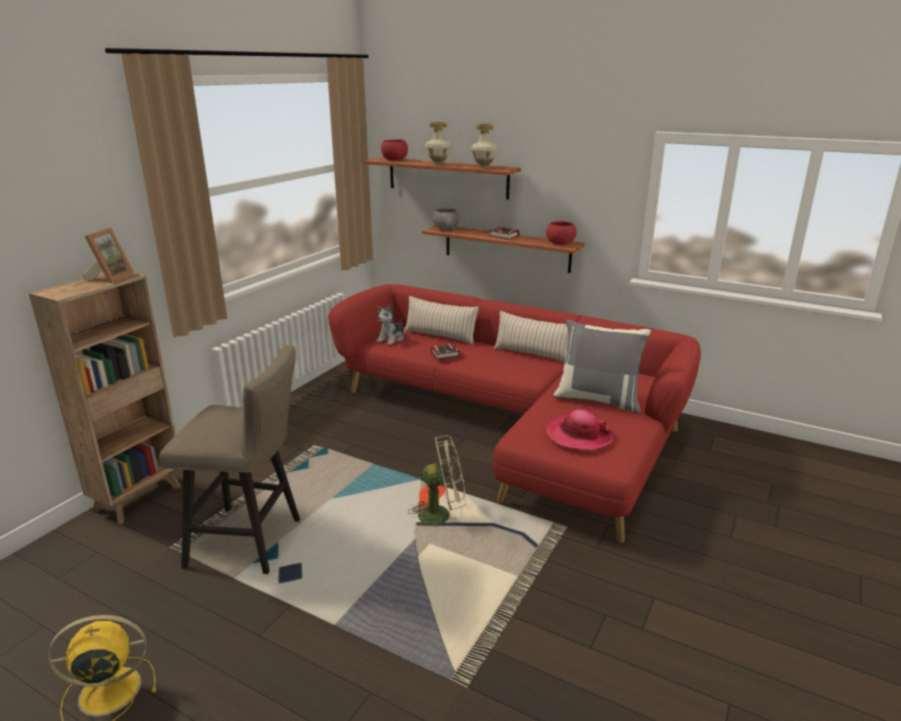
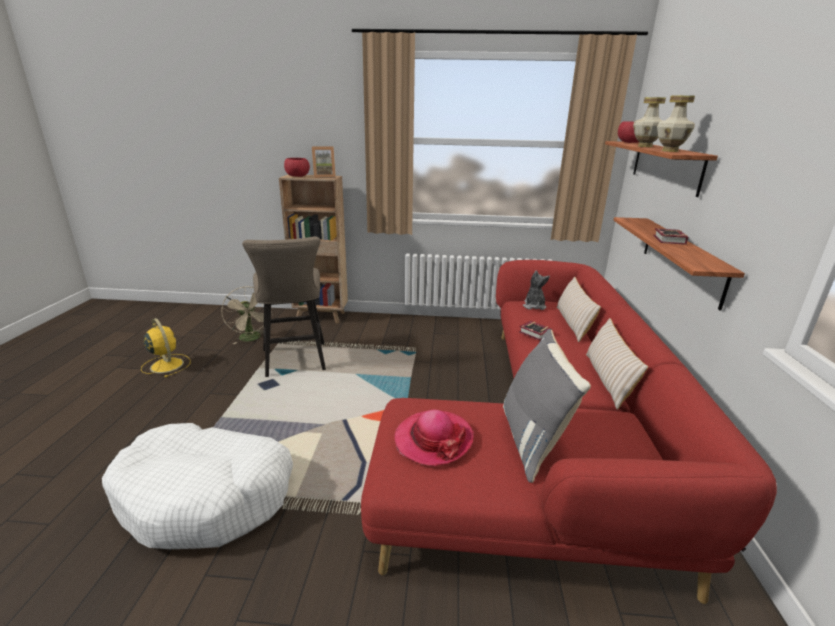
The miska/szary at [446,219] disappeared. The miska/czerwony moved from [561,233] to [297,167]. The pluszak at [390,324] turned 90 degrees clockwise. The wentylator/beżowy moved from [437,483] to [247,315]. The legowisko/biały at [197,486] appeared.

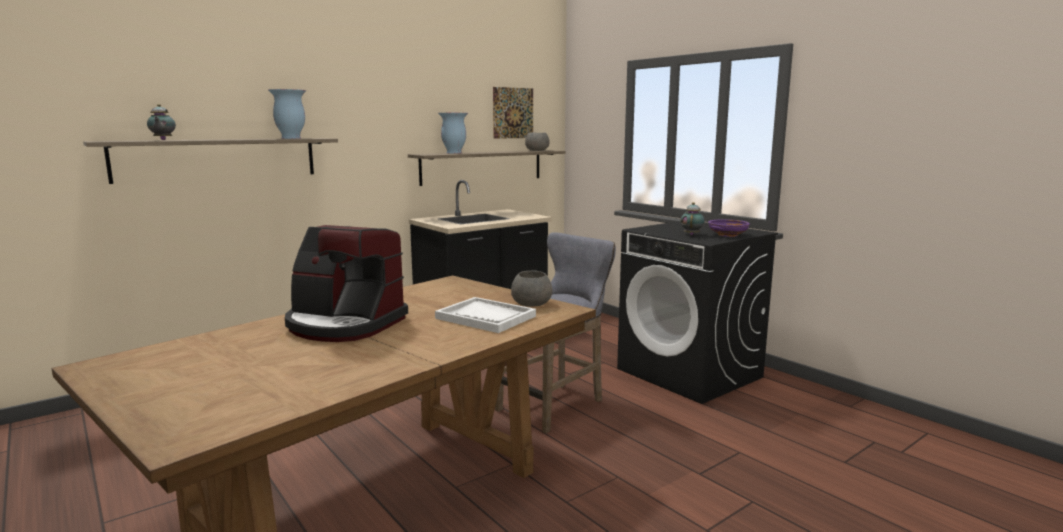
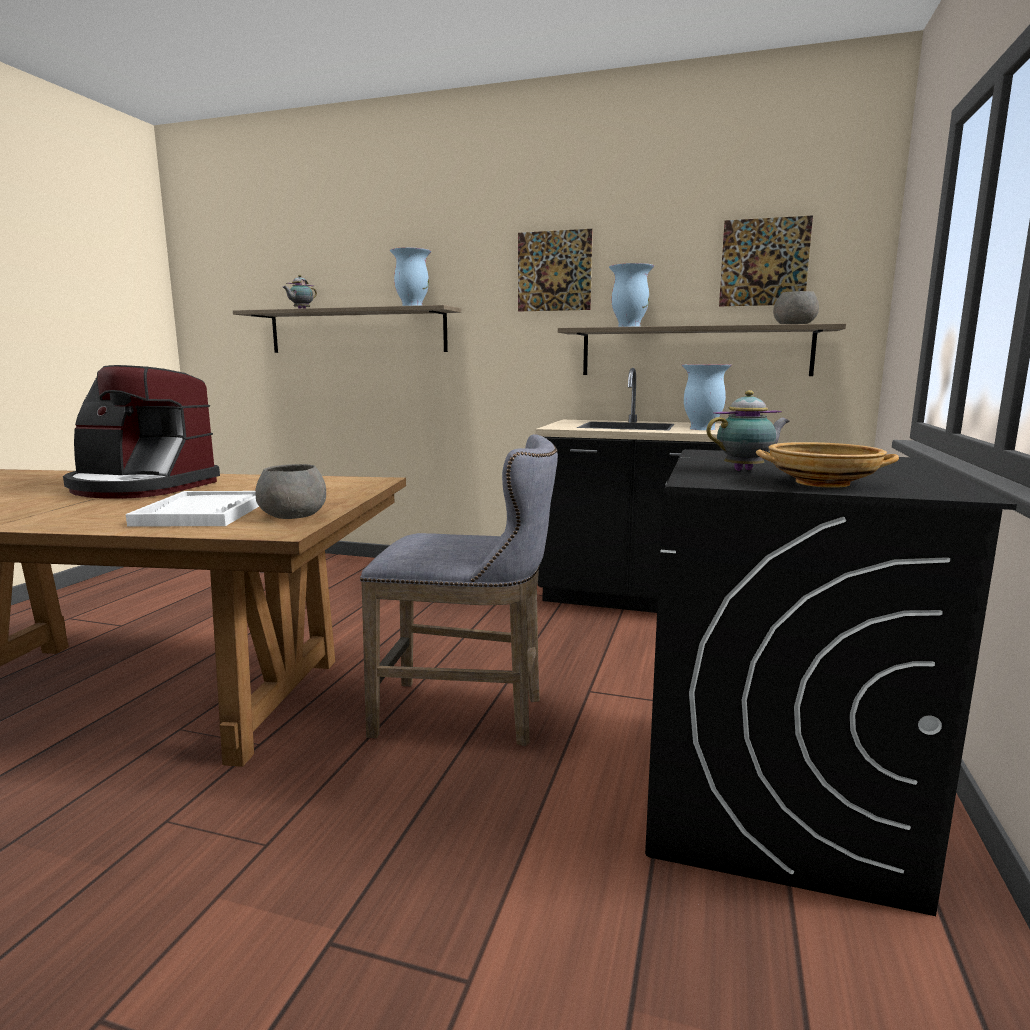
The miska/fioletowy at [729,228] became the miska/beżowy at [827,465]. The ekspres do kawy at [346,283] turned 60 degrees counterclockwise. The obraz at [555,270] appeared. The wazon at [707,397] appeared.

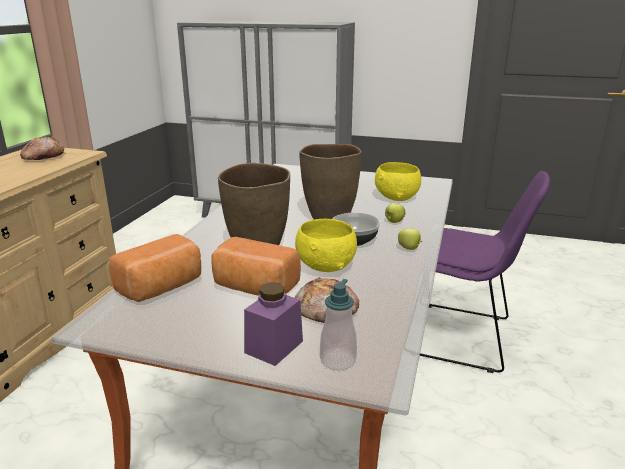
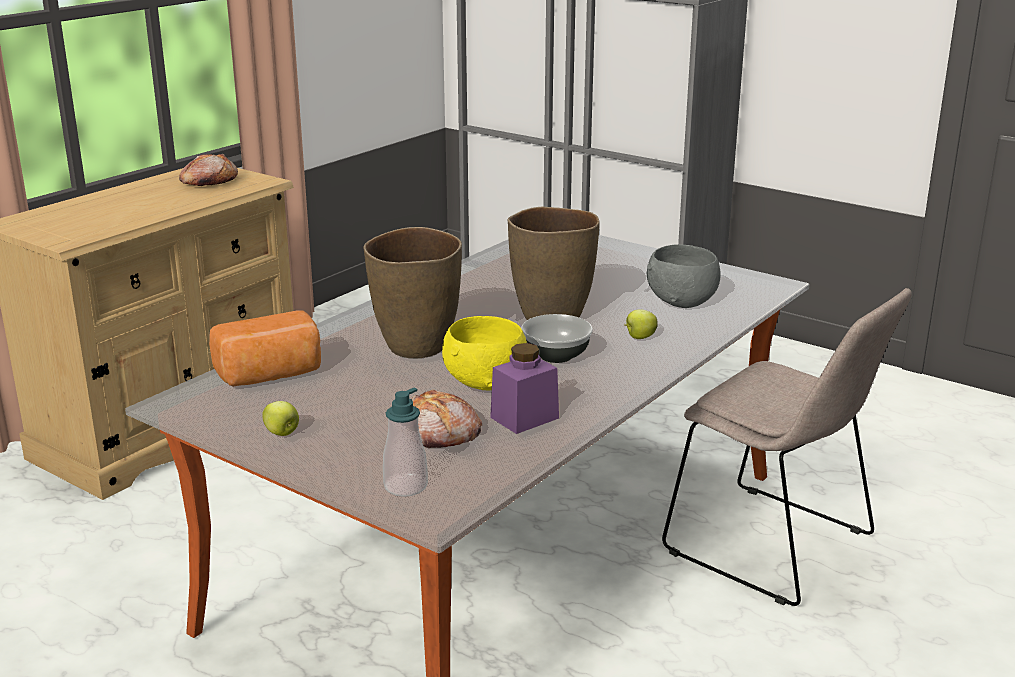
The miska/żółty at [398,181] became the miska/szary at [684,276]. The krzesło/fioletowy at [485,272] became the krzesło/beżowy at [787,447]. The jabłko moved from [410,239] to [280,418]. The chleb at [256,266] disappeared. The słoik/fioletowy moved from [273,324] to [524,388].

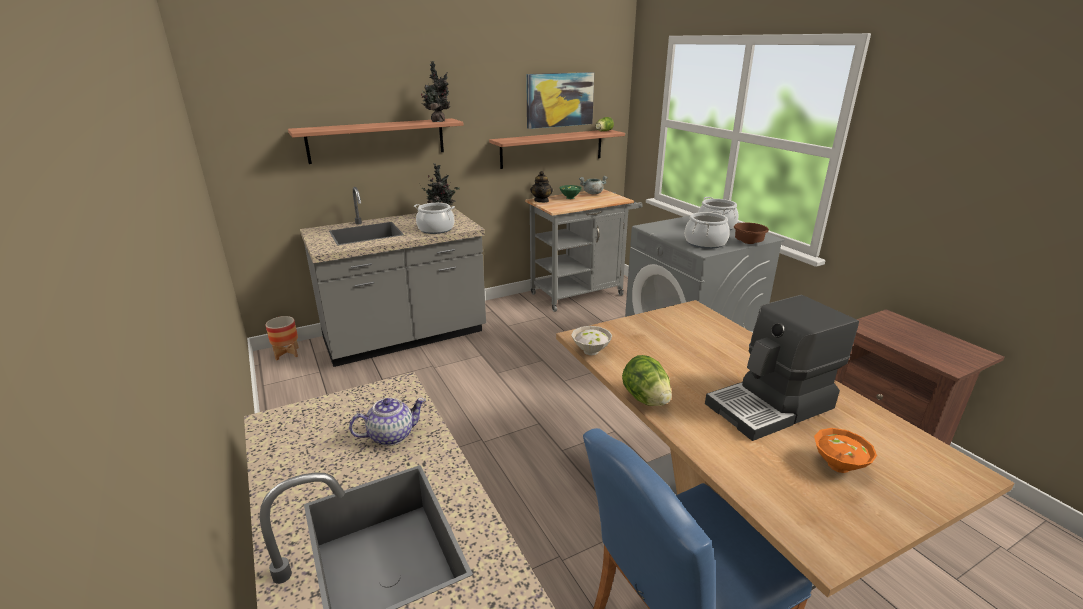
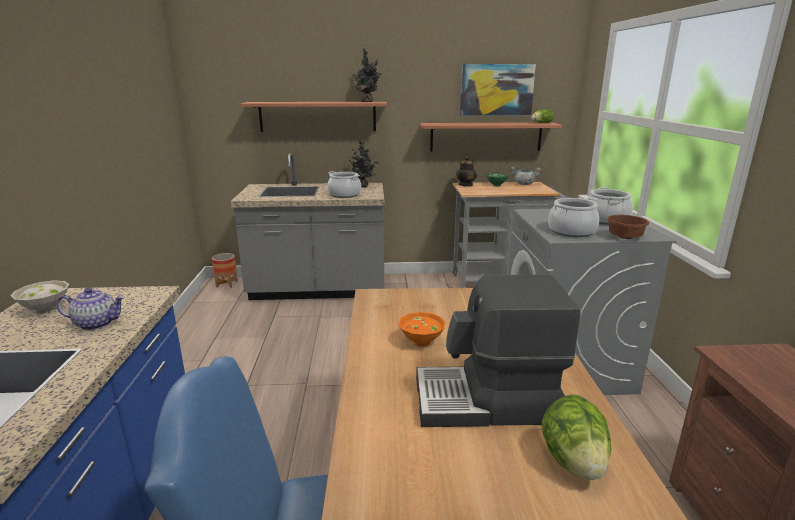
The miska/biały moved from [591,340] to [40,297]. The sałata moved from [647,380] to [576,437]. The miska/pomarańczowy moved from [845,450] to [422,329].

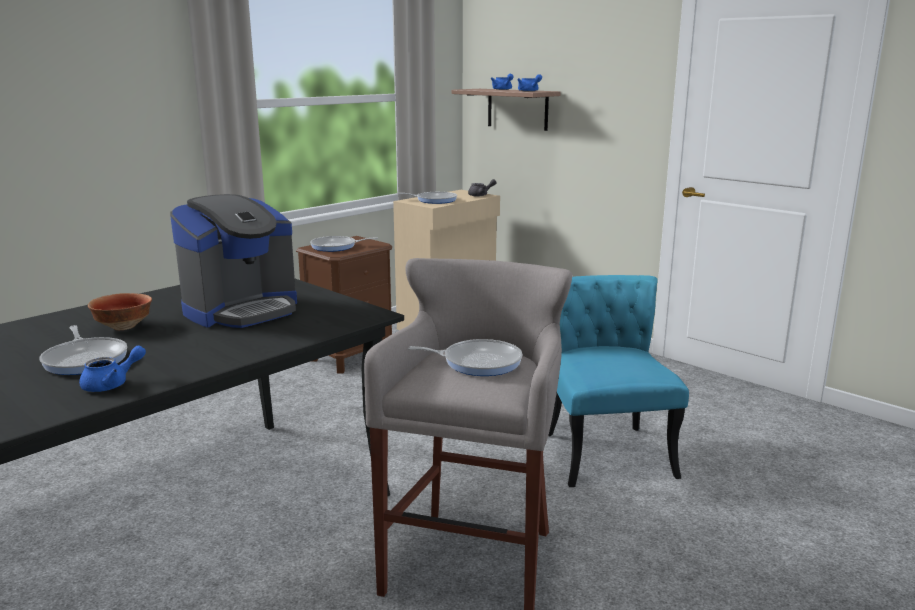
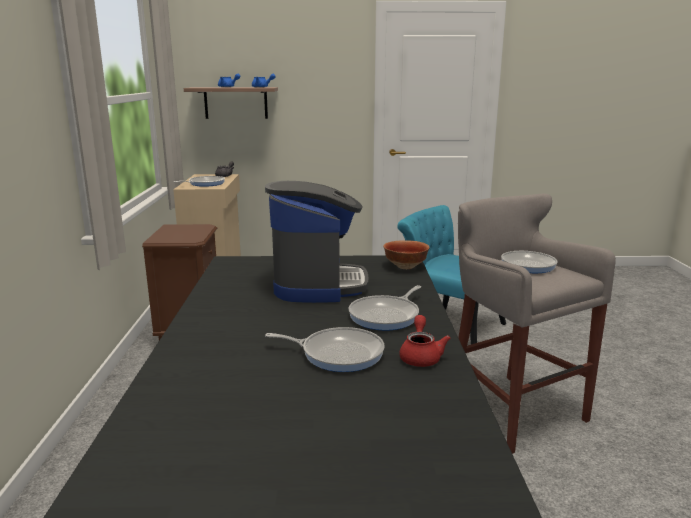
The patelnia moved from [344,244] to [384,307]. The miska moved from [120,311] to [406,254]. The imbryk/niebieski at [112,368] became the imbryk/czerwony at [425,341].

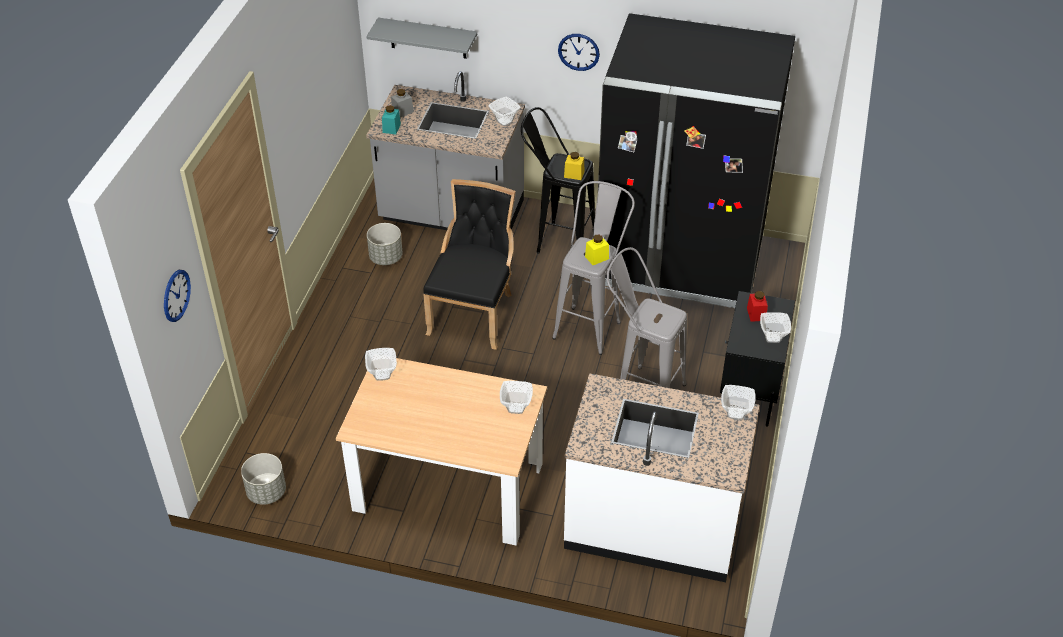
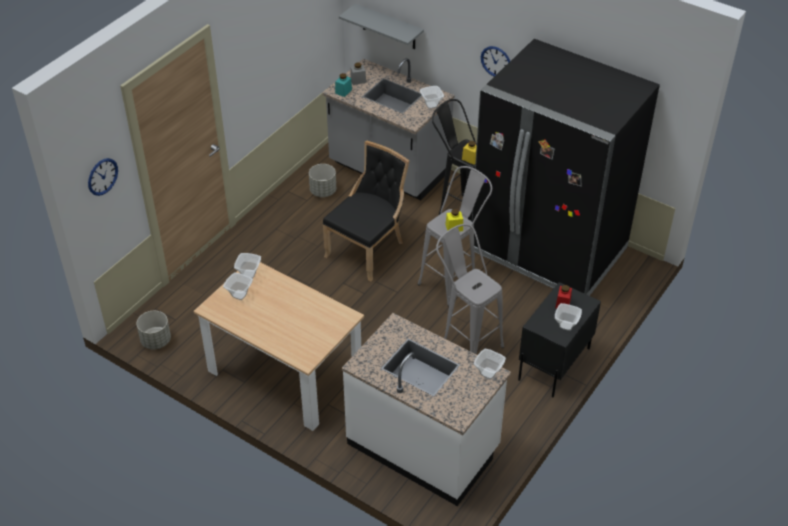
The miska moved from [516,397] to [238,286].

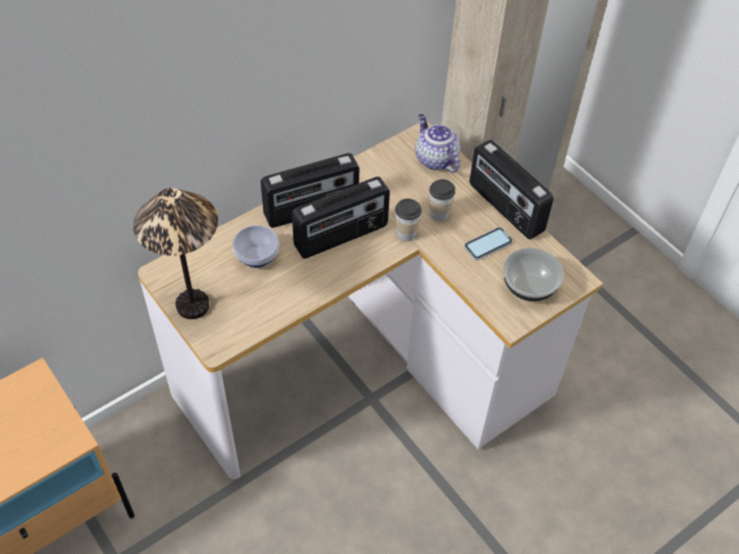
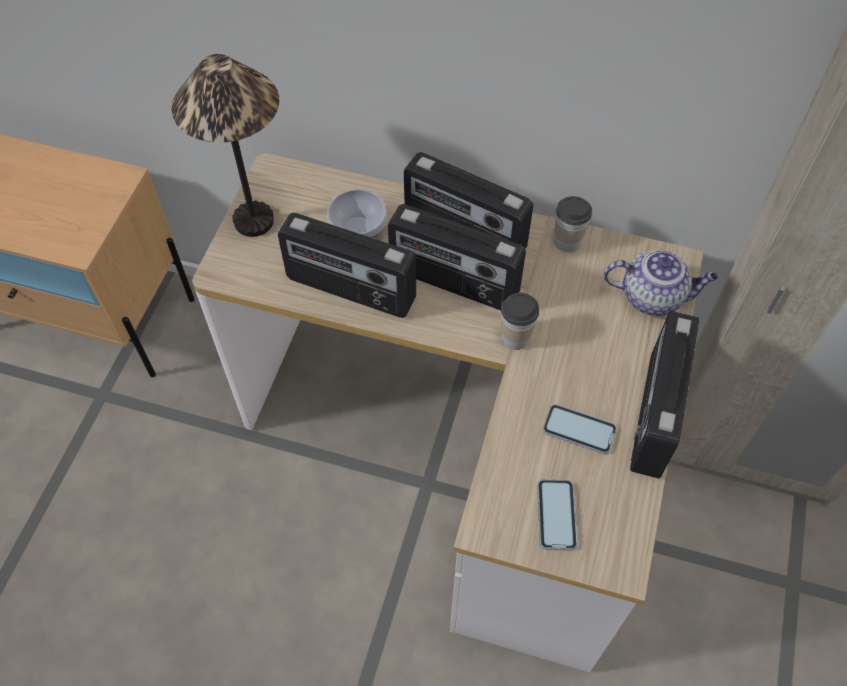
The imbryk at [437,143] turned 75 degrees clockwise. The filiżanka moved from [442,200] to [573,224]. The miska at [533,274] was replaced by the telefon at [557,514]. The radio at [347,265] appeared.

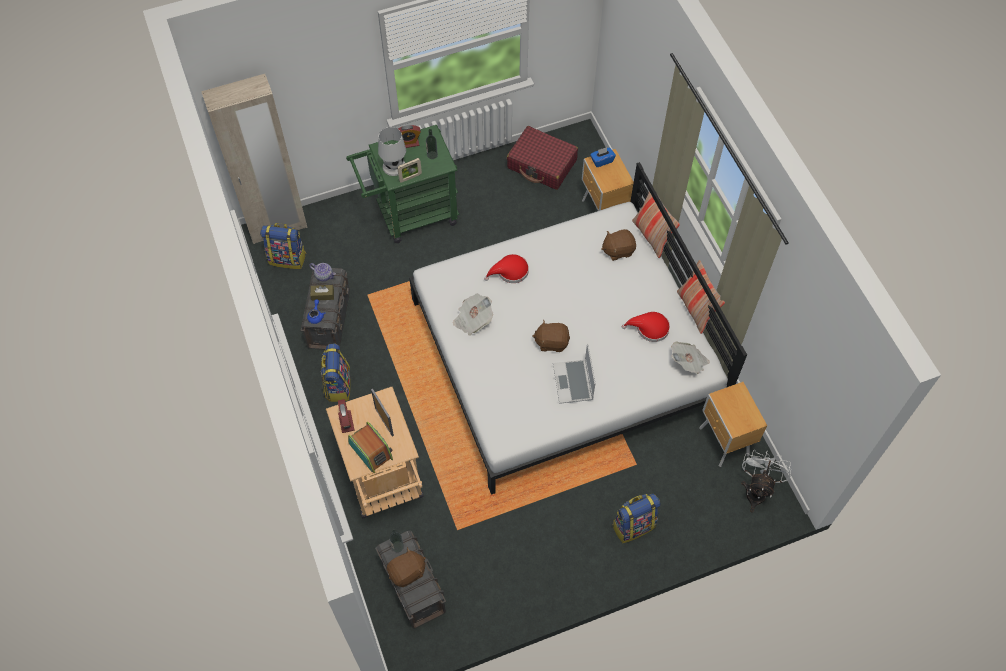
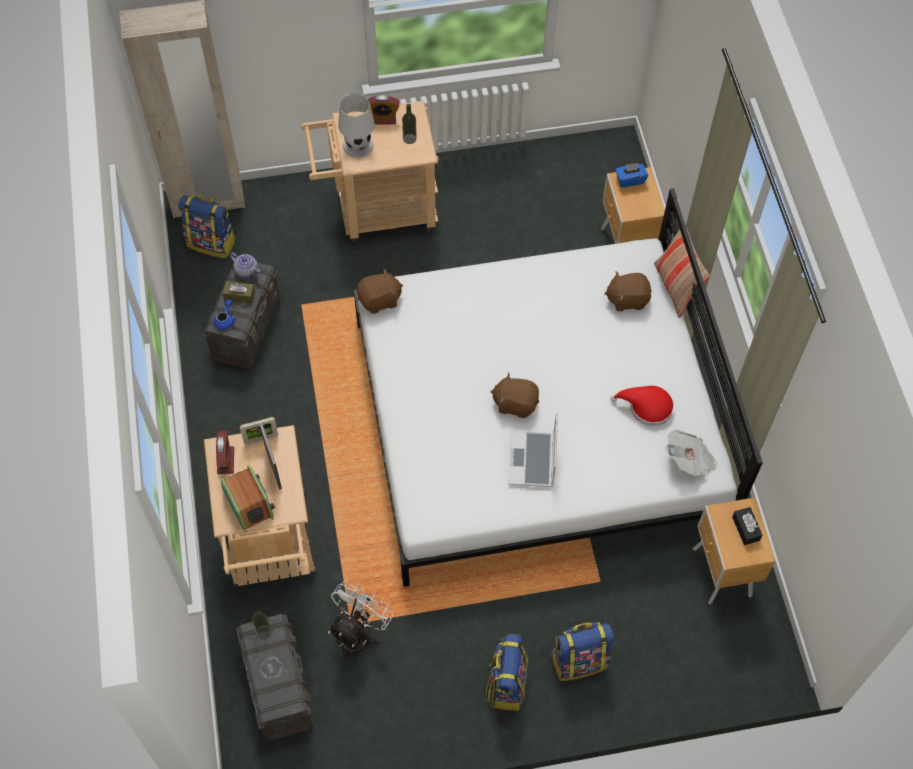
The wózek/zielony at [402,184] became the wózek/beżowy at [370,173]. The walizka/czerwony at [542,158] disappeared. The ramka na zdjęcie moved from [409,170] to [259,430]. The kapelusz/czerwony at [506,268] disappeared. The poduszka at [701,297] disappeared. The gazeta at [473,314] disappeared. The plecak moved from [336,372] to [507,672]. The wentylator/biały moved from [766,481] to [360,621]. The pluszak/brązowy moved from [406,567] to [380,291]. The pudełko chusteczek/czarny at [747,526] appeared.

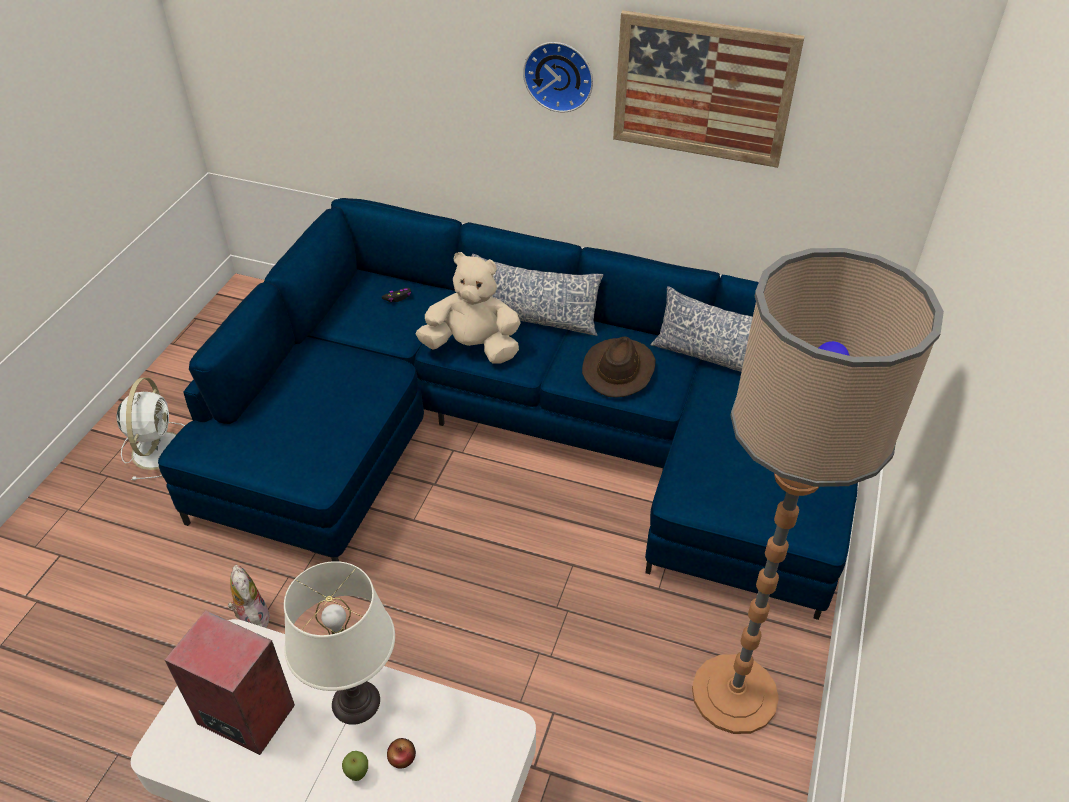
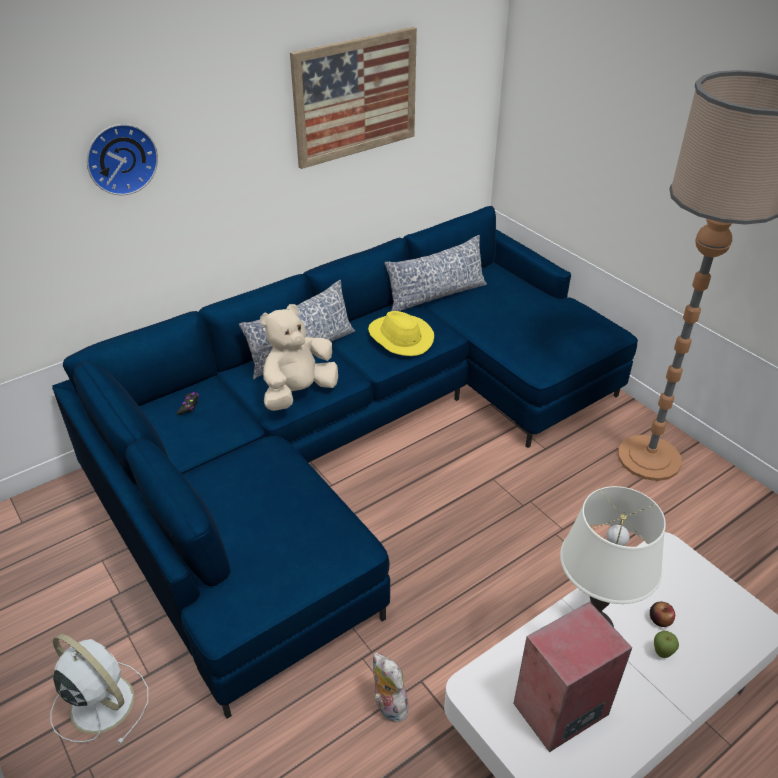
The zegar ścienny moved from [558,77] to [122,159]. The kapelusz/brązowy at [619,367] became the kapelusz/żółty at [401,333]. The pluszak at [249,596] turned 45 degrees clockwise.

